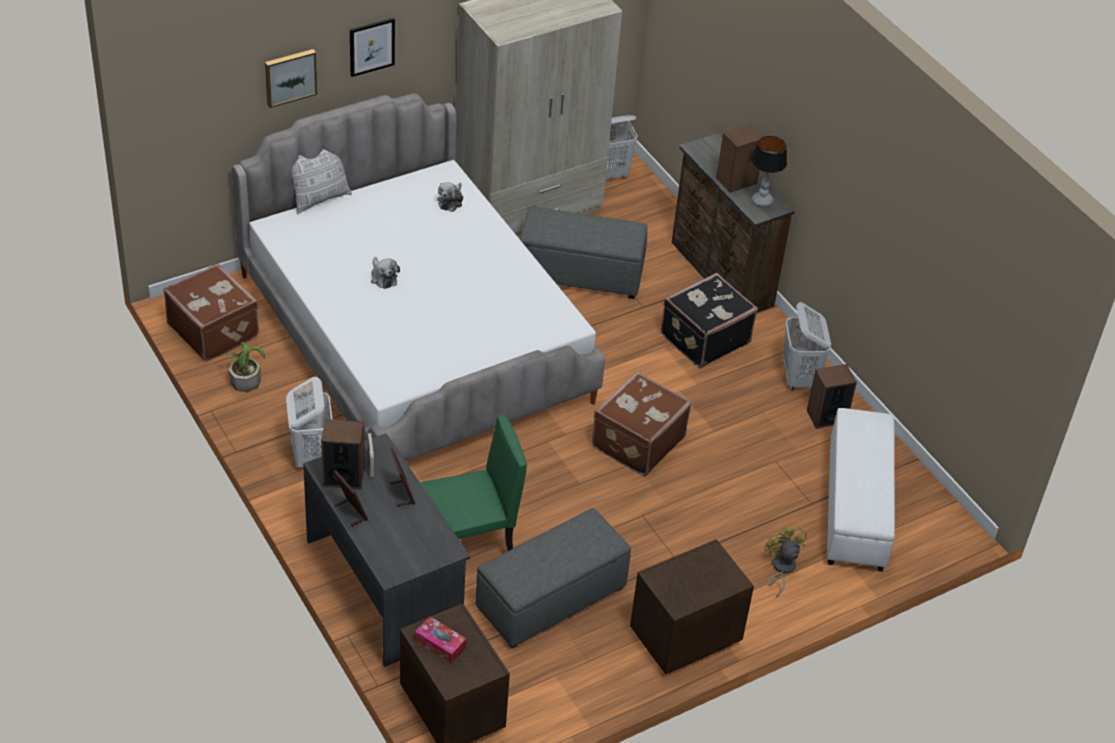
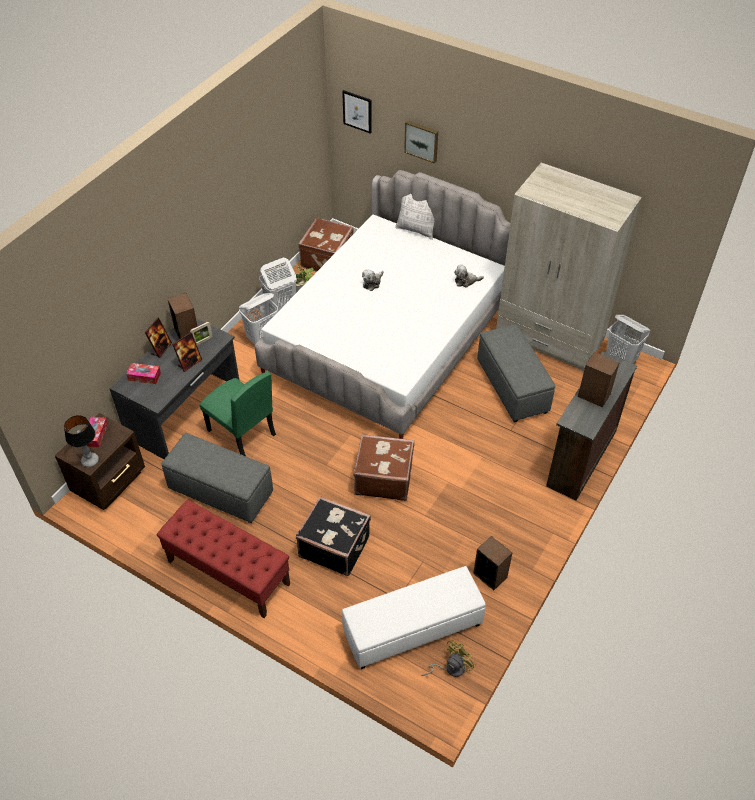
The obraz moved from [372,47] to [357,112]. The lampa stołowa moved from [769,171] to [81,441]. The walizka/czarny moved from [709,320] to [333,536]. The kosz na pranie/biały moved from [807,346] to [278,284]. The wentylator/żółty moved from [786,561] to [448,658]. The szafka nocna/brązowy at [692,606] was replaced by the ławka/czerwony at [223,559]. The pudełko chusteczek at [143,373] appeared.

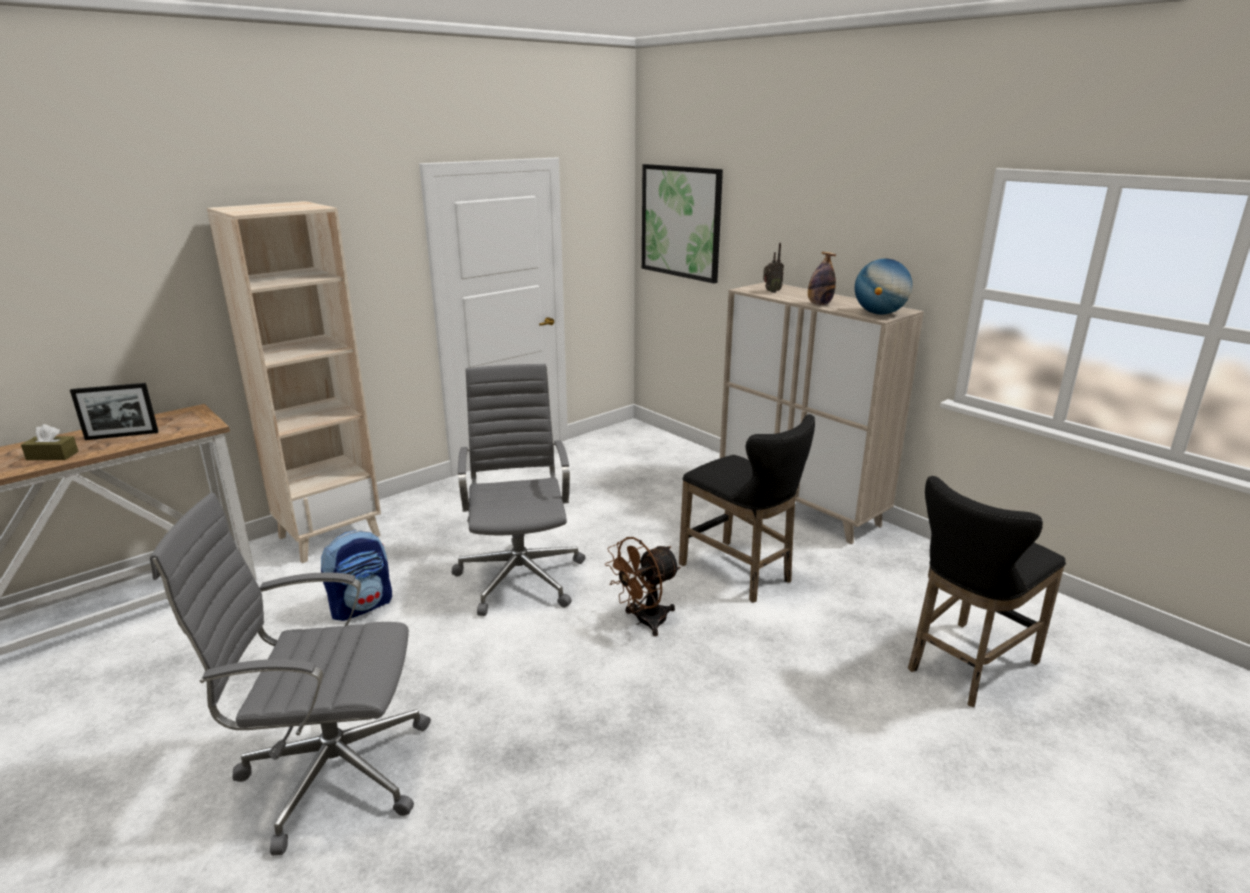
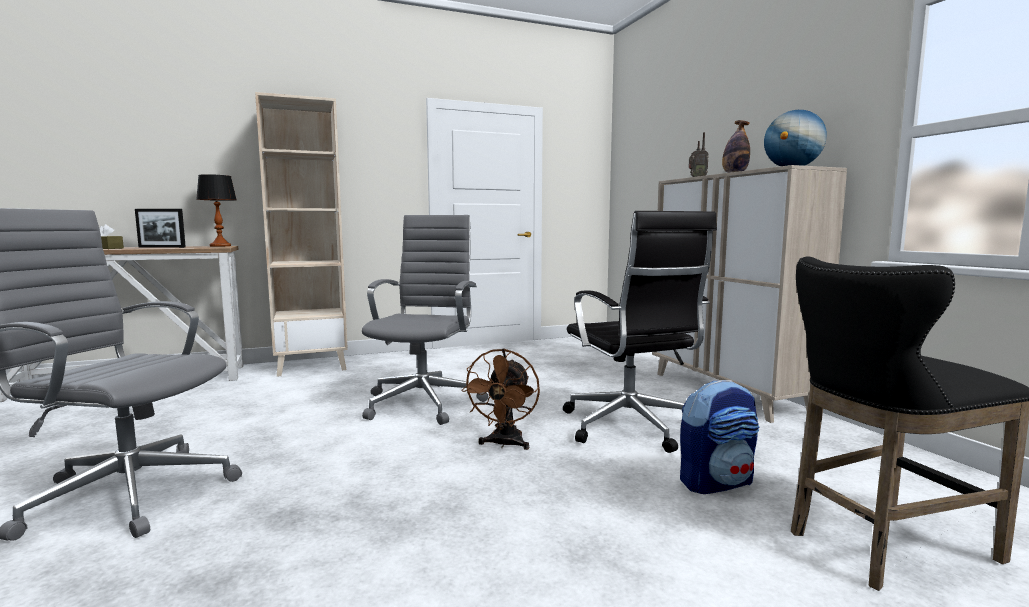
The obraz at [682,223] disappeared. The stołek/czarny at [747,508] was replaced by the krzesło biurowe/czarny at [640,332]. The plecak moved from [356,575] to [719,437]. The wentylator/brązowy at [643,586] turned 60 degrees counterclockwise. The lampa stołowa at [216,210] appeared.

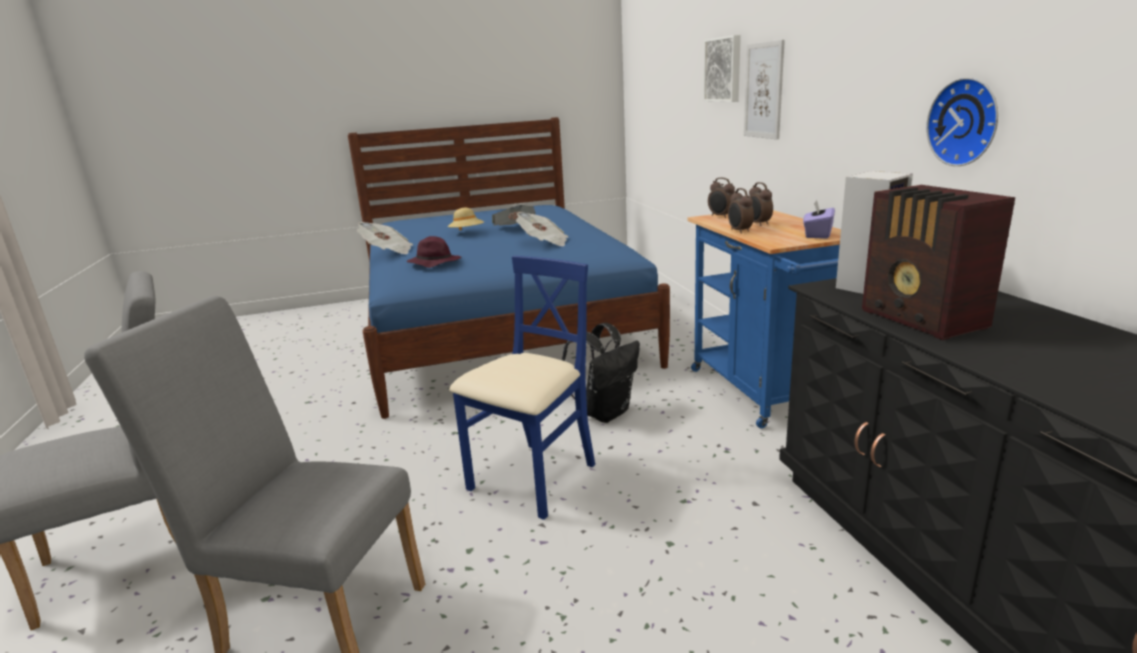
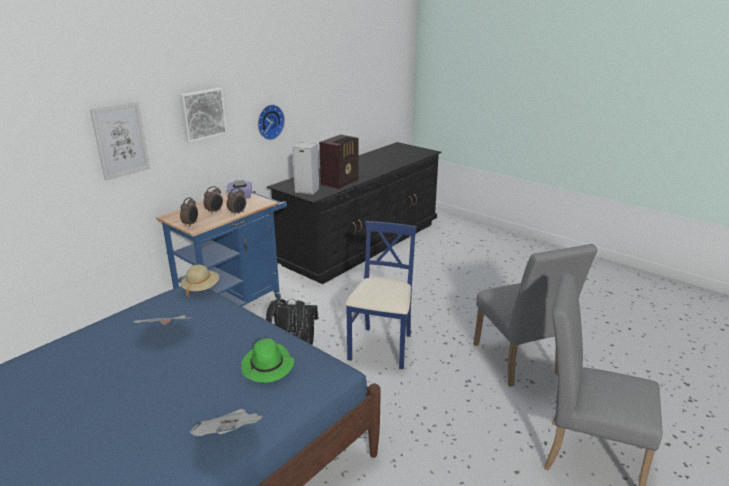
The obraz moved from [722,68] to [203,115]. The gazeta at [514,215] disappeared. The kapelusz/beżowy moved from [466,219] to [199,281]. The kapelusz/fioletowy at [434,252] became the kapelusz/zielony at [267,360]. The krzesło/niebieski at [522,388] turned 105 degrees clockwise.

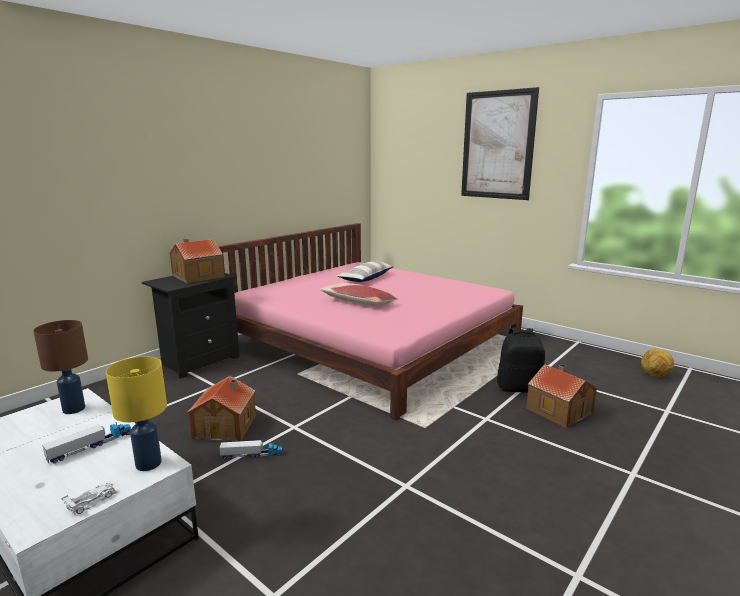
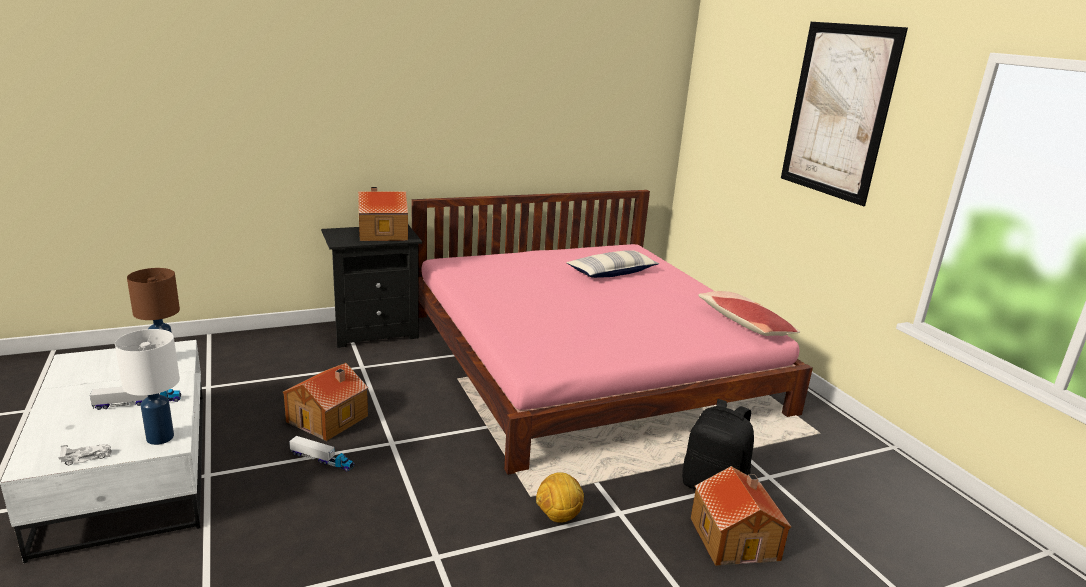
The poduszka moved from [359,294] to [749,313]. The piłka futbolowa moved from [657,363] to [560,497]. The lampa stołowa/żółty at [136,413] became the lampa stołowa/biały at [147,387].

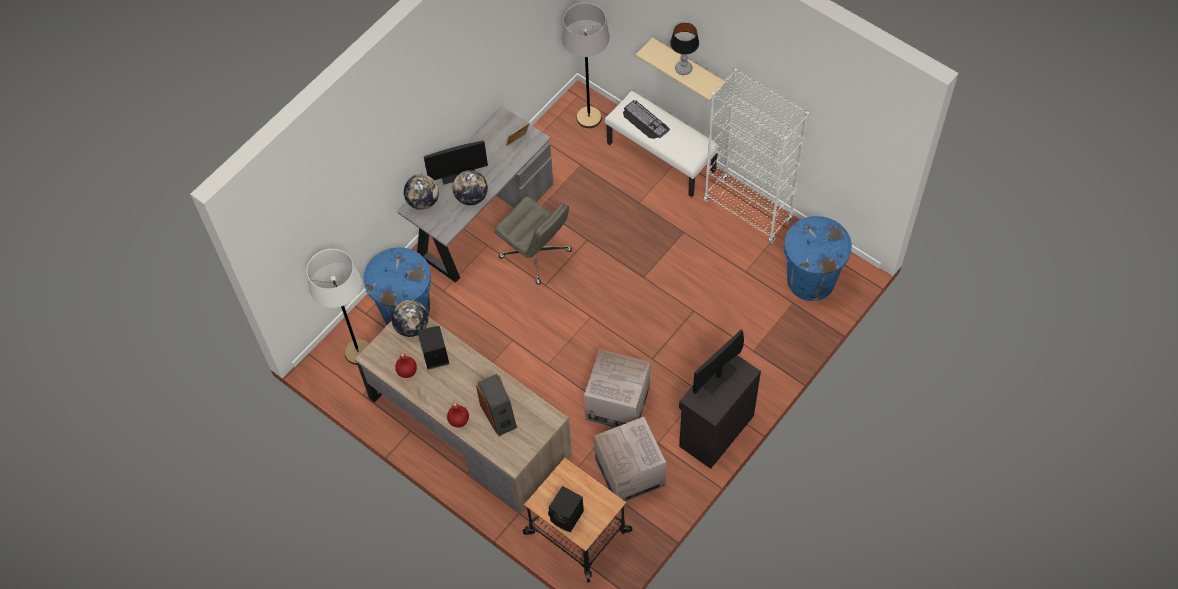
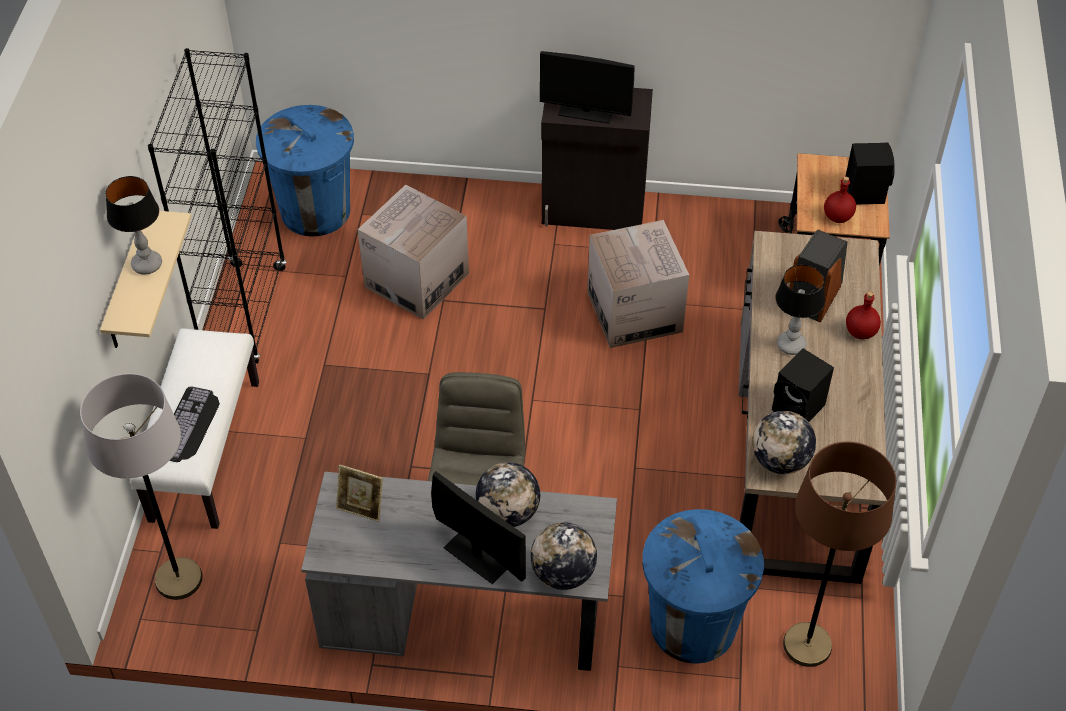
The regał/biały at [756,155] became the regał/czarny at [217,206]. The lampa stojąca/biały at [338,307] became the lampa stojąca/brązowy at [839,554]. The butelka/czerwony moved from [406,365] to [840,200]. The karton moved from [630,459] to [413,252]. The lampa stołowa at [800,309] appeared.

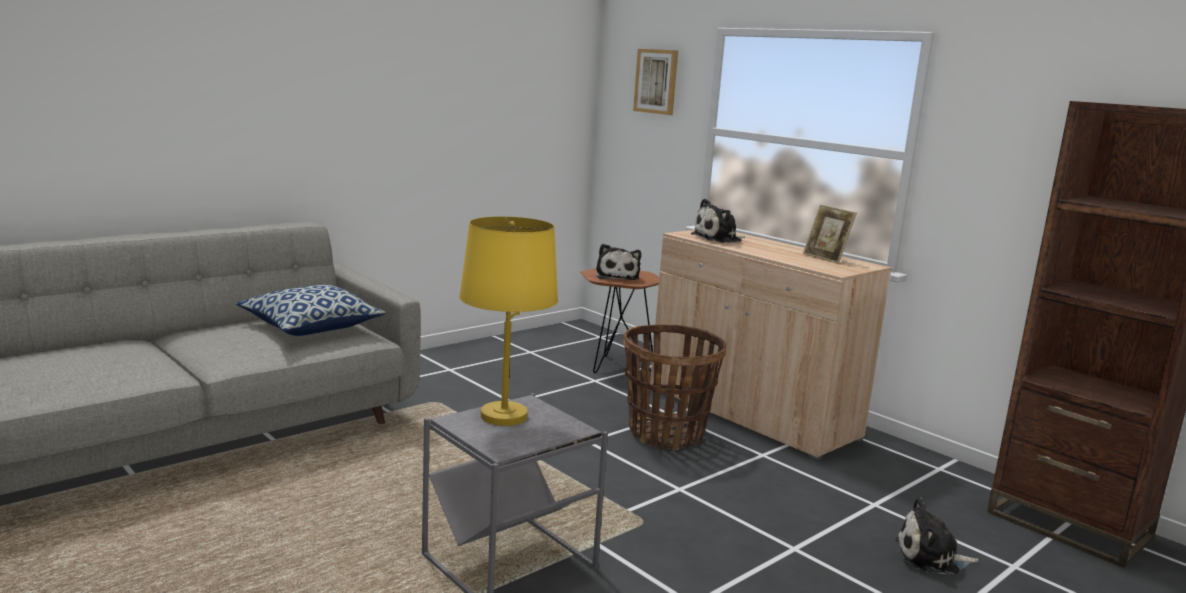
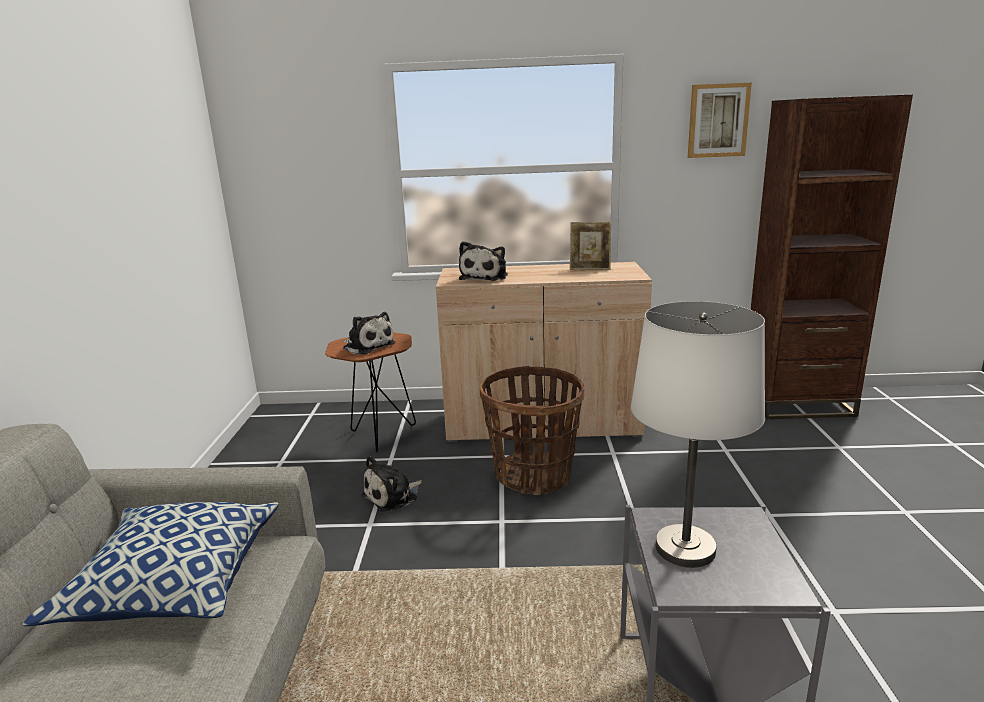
The obraz moved from [655,82] to [720,120]. The lampa stołowa/żółty at [508,321] became the lampa stołowa/biały at [698,434]. The pluszak moved from [937,536] to [392,484].

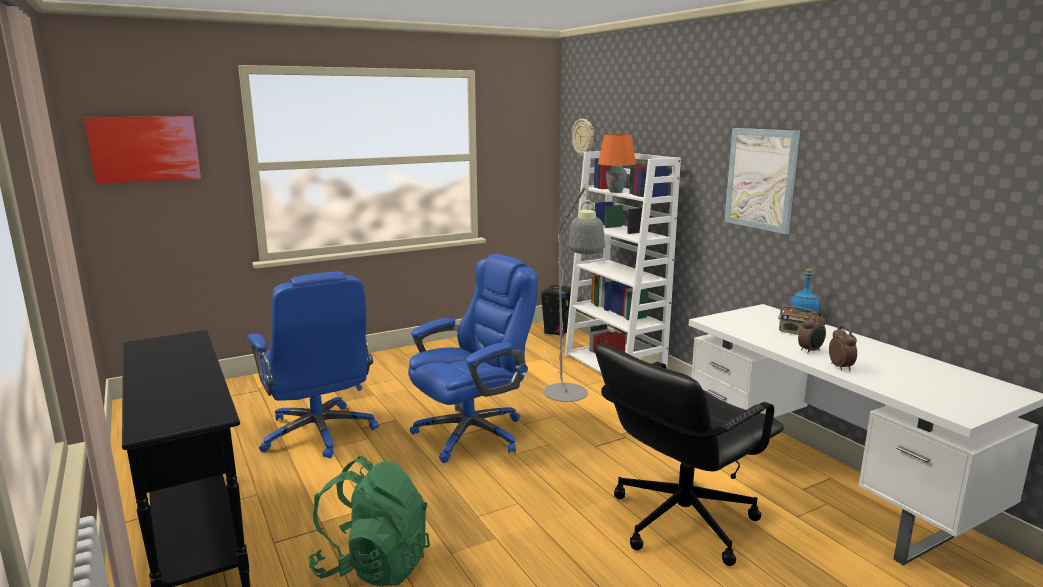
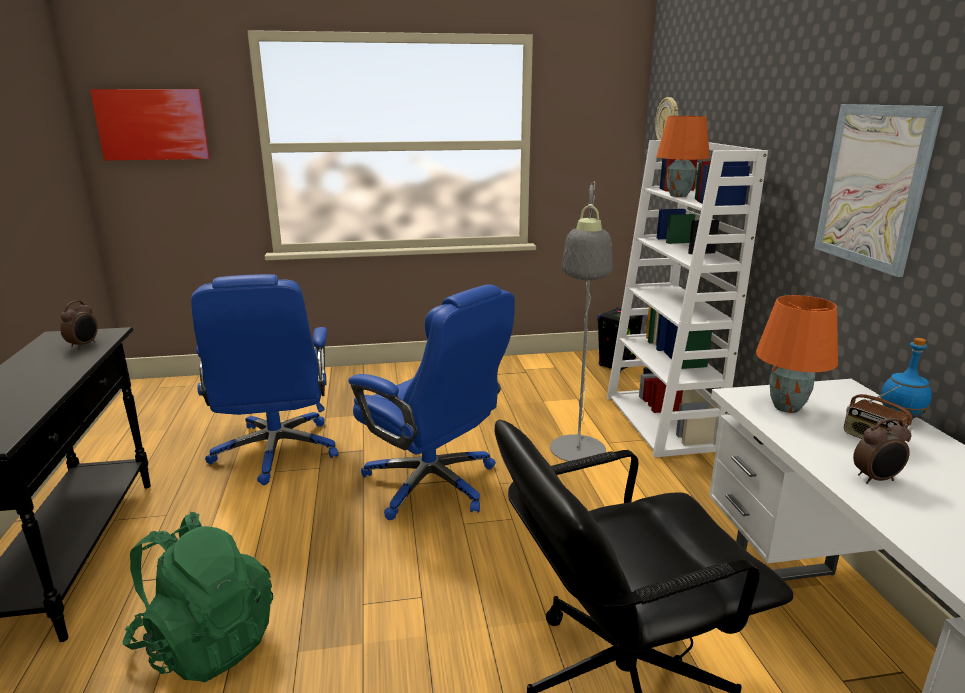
The krzesło biurowe/niebieski at [473,358] turned 60 degrees clockwise. The budzik moved from [843,348] to [79,324]. The lampa stołowa/pomarańczowy at [797,354] appeared.

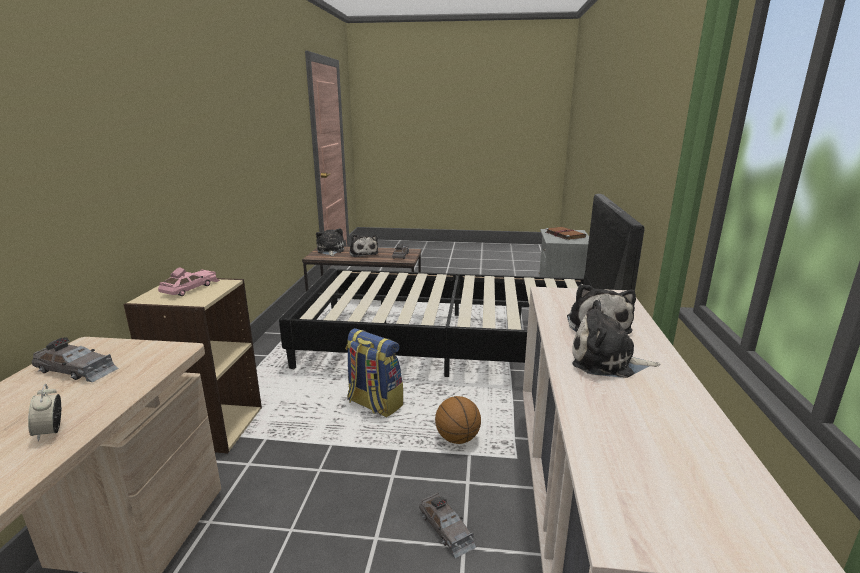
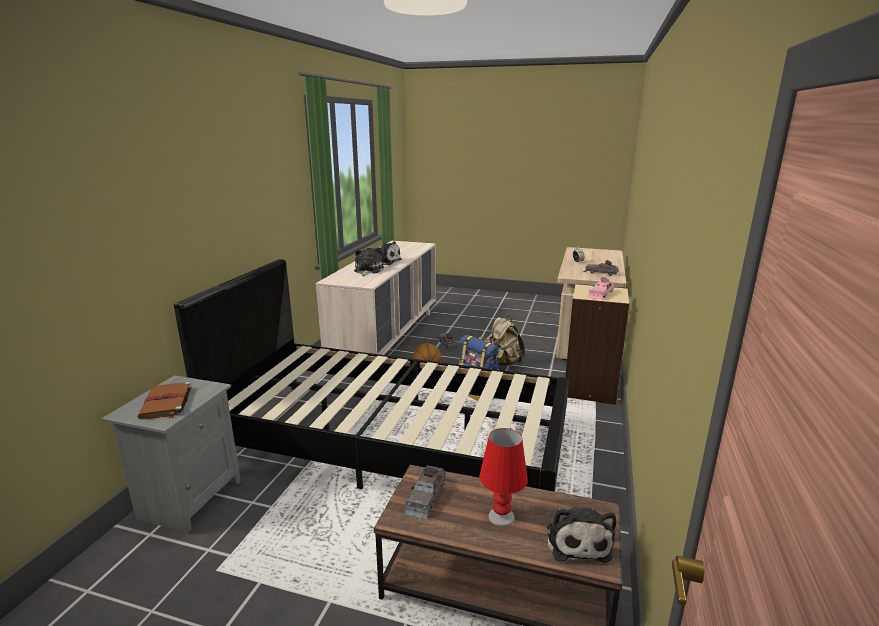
The pluszak at [363,245] was replaced by the lampa stołowa/czerwony at [503,477]. The plecak/beżowy at [504,341] appeared.

